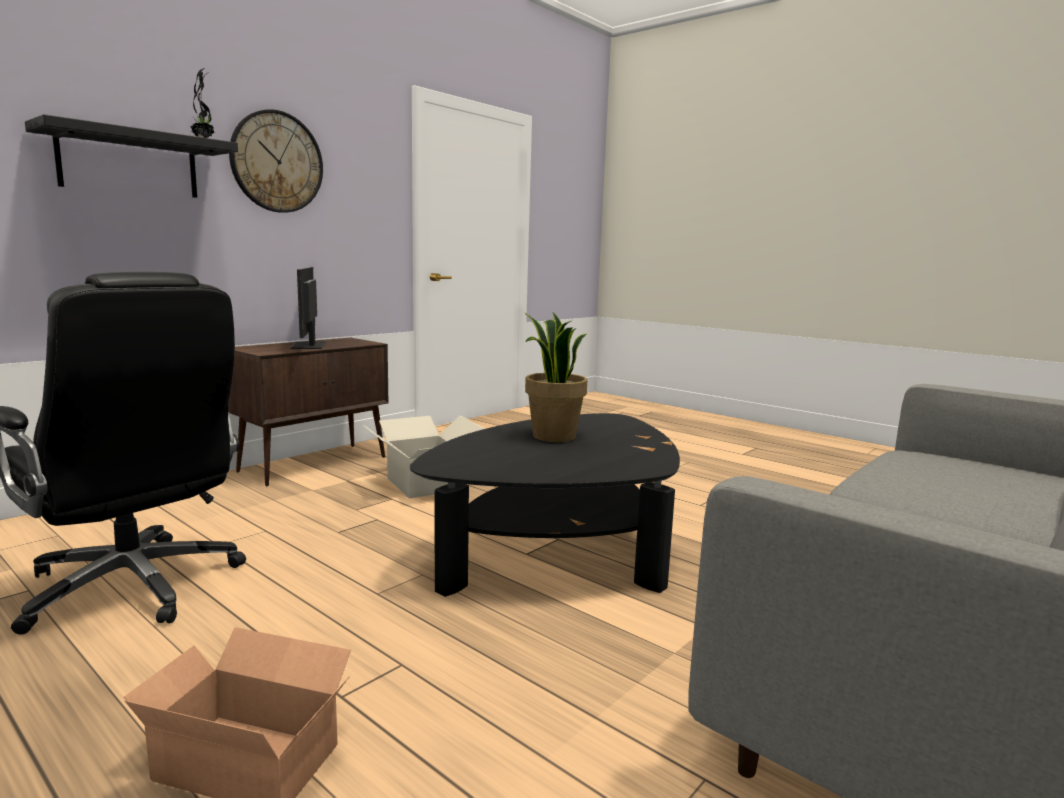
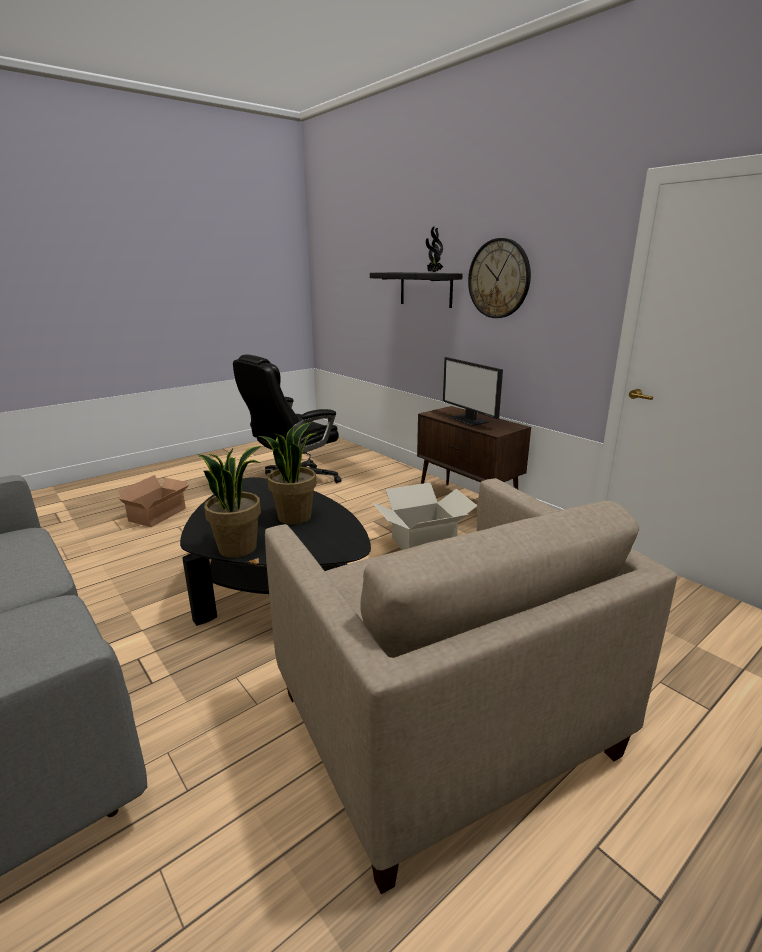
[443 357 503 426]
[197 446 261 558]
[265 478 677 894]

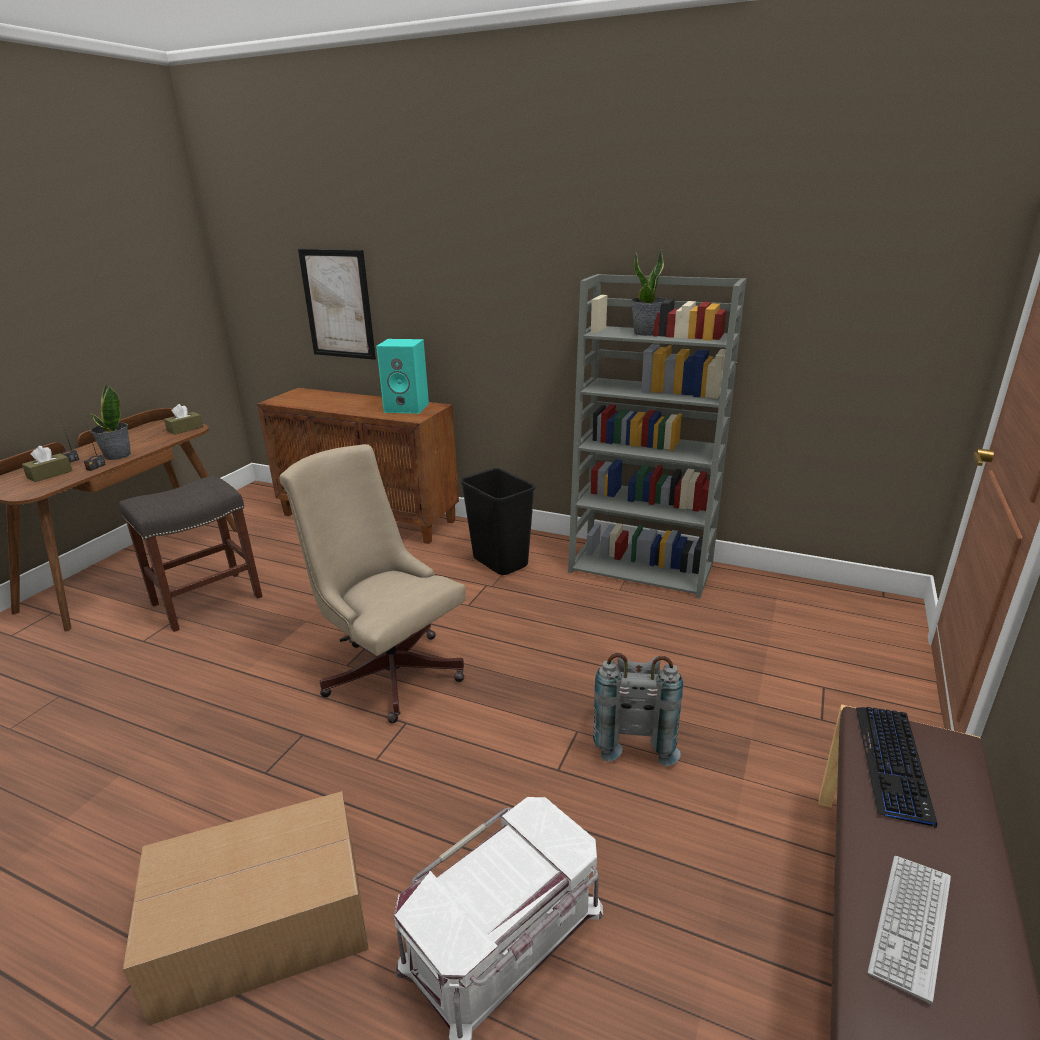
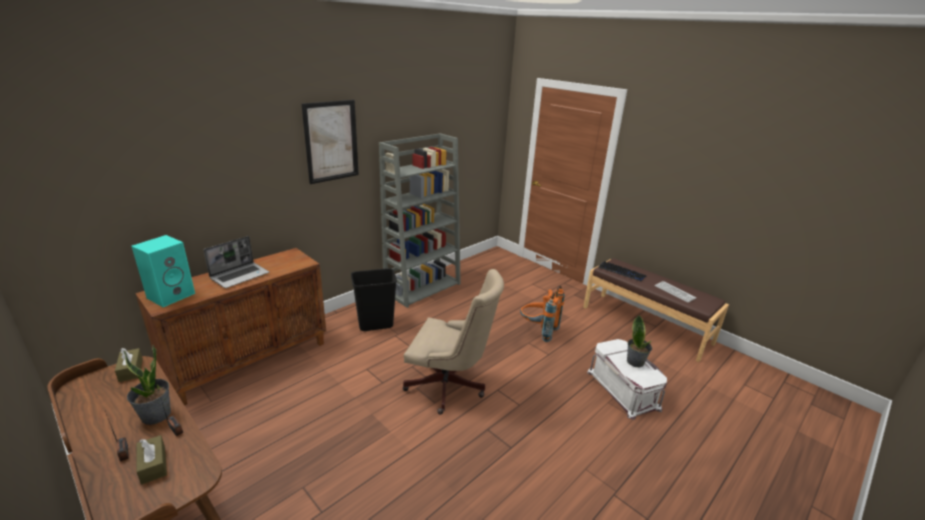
[301 100 359 184]
[627 315 652 367]
[131 235 195 307]
[403 269 504 415]
[119 476 263 632] (first image)
[520 286 565 342]
[123 791 369 1026] (first image)
[204 236 269 288]

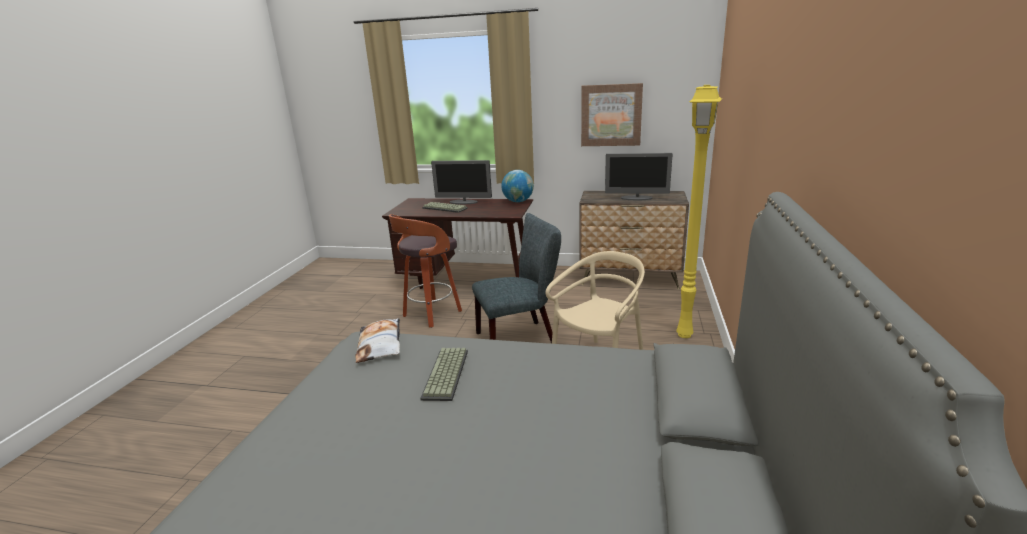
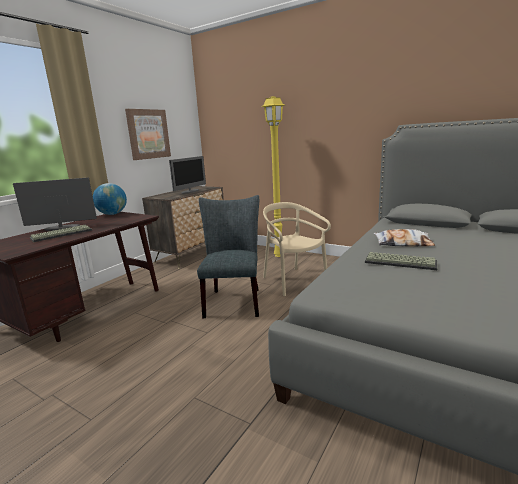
[13 178 97 231]
[389 214 462 328] (first image)
[374 229 435 247]

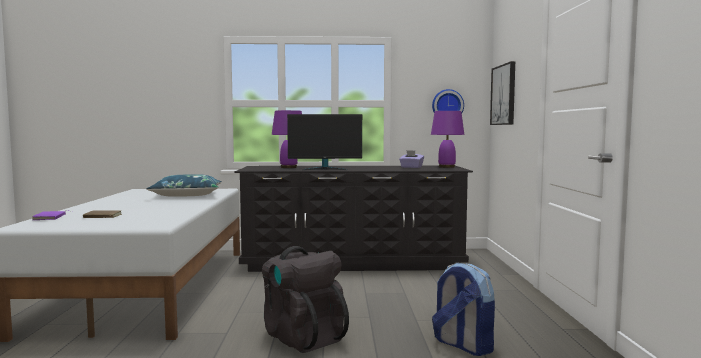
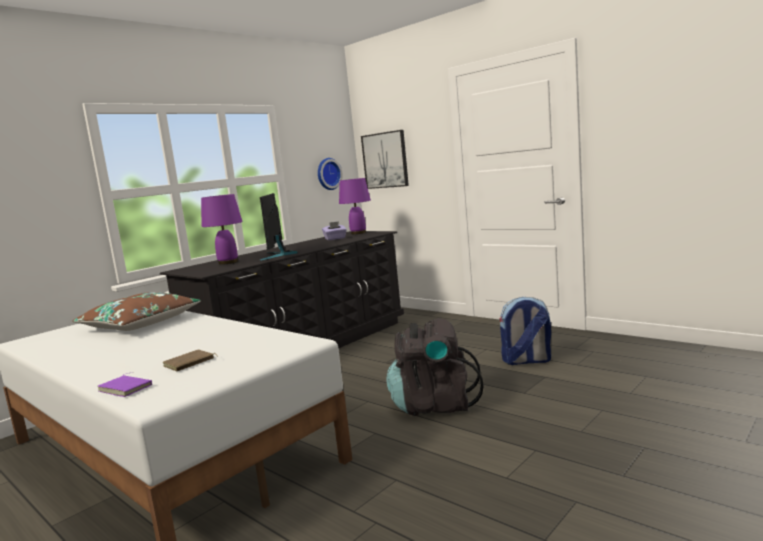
[259 193 298 261]
[72 292 201 331]

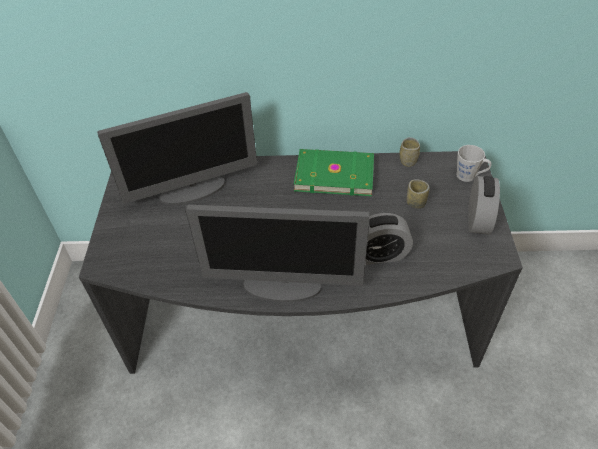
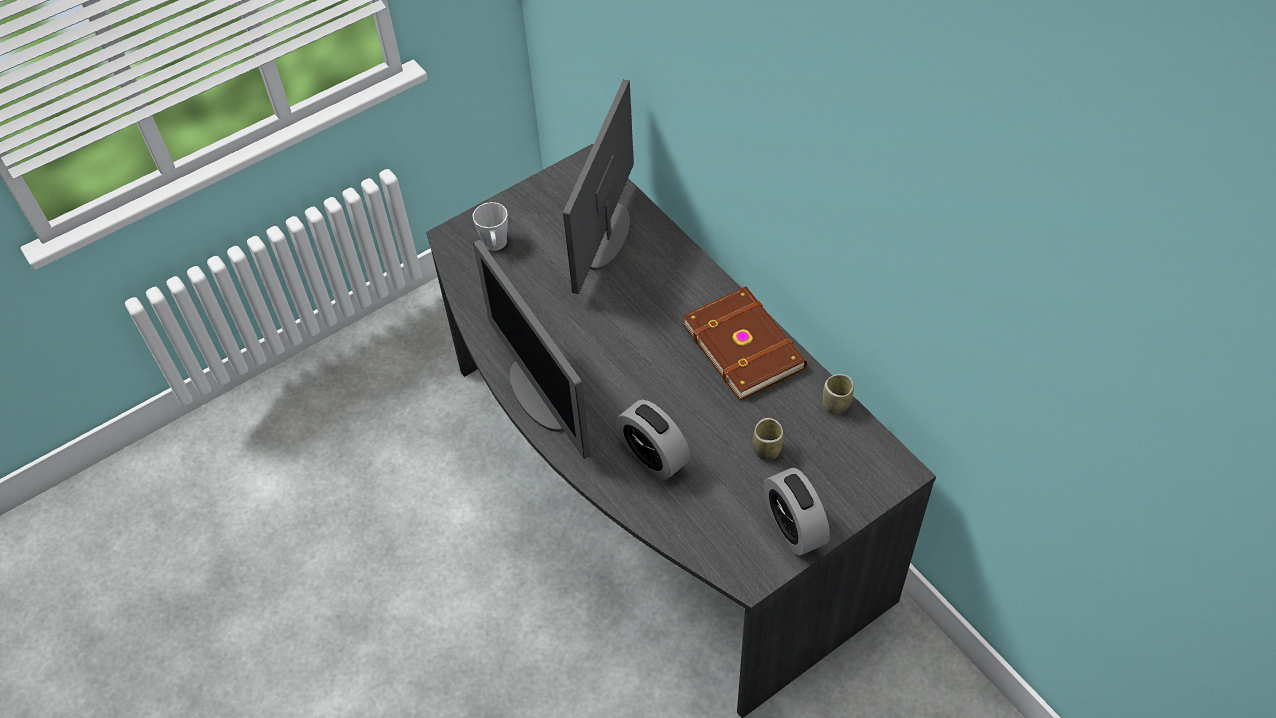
[563 80 634 294]
[473 202 508 251]
[683 287 807 401]
[764 468 830 556]

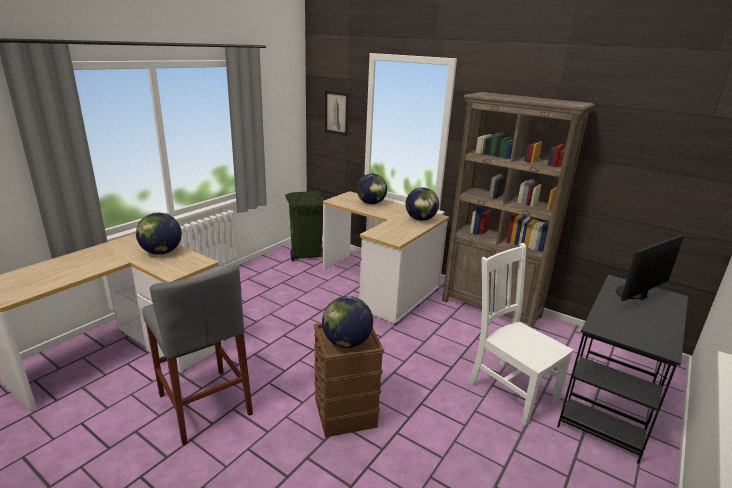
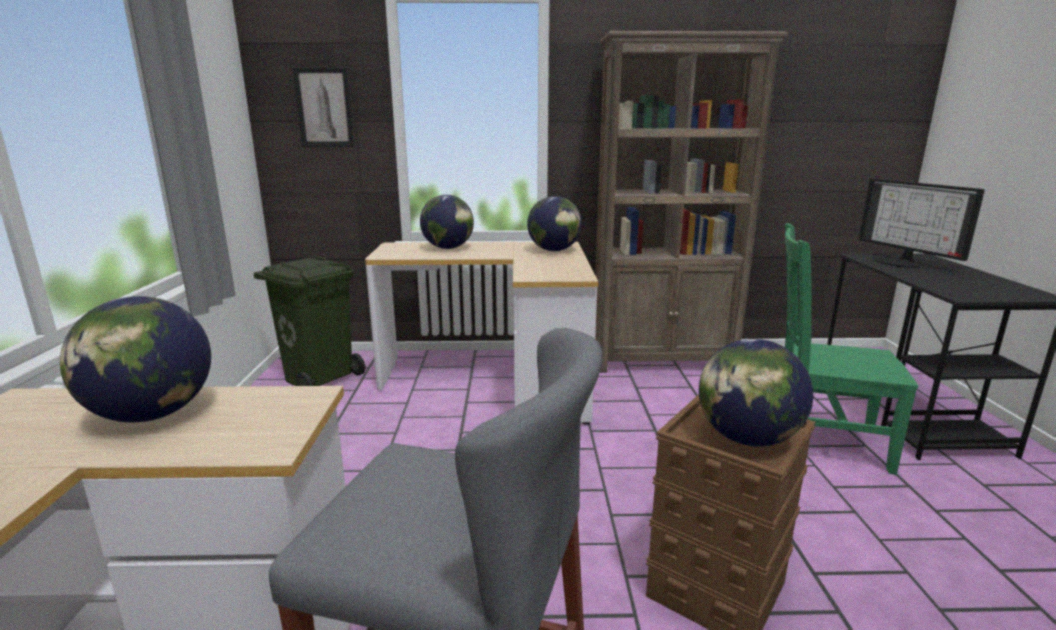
[859 179 985 268]
[785 223 918 475]

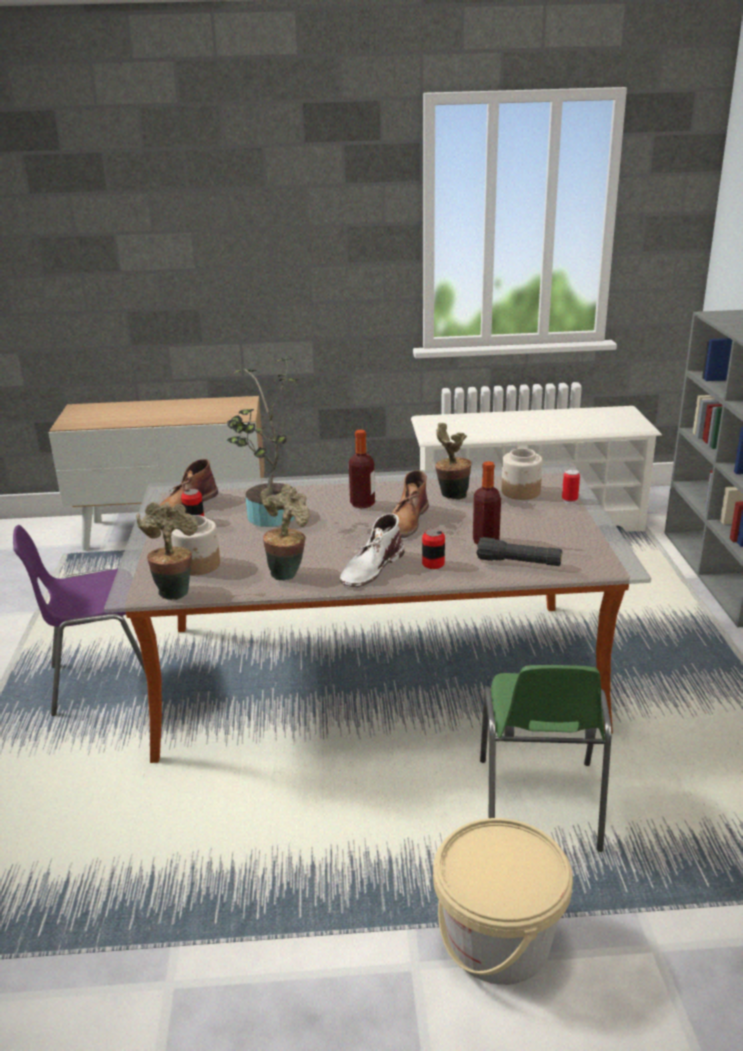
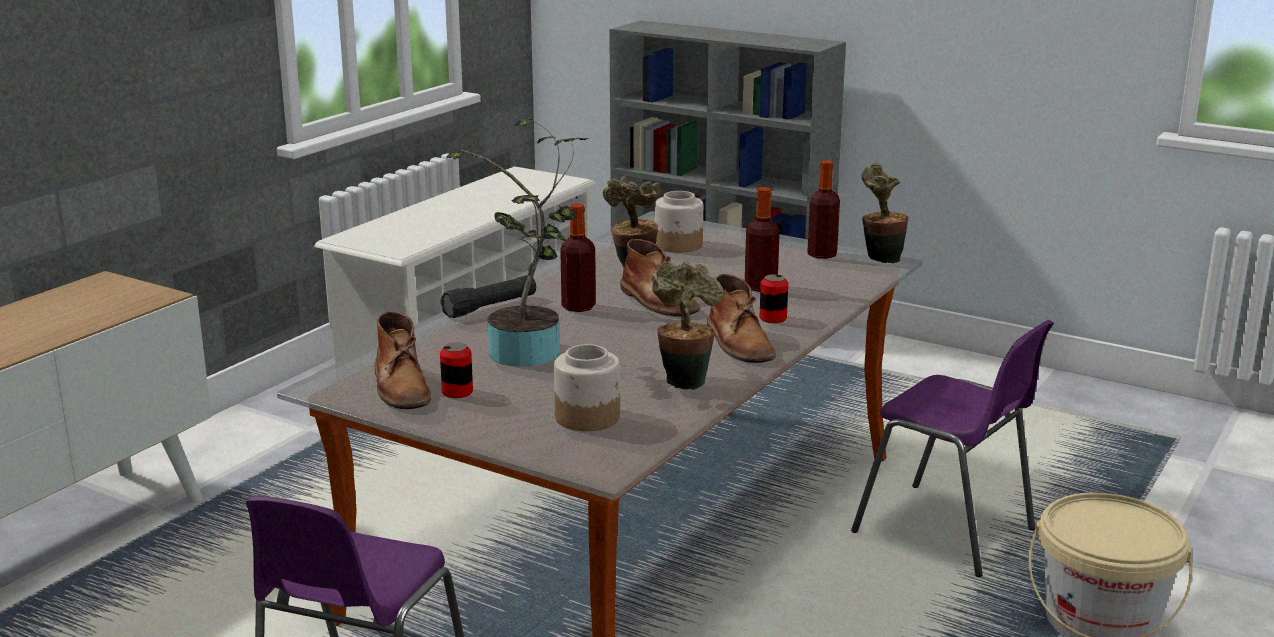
[562 469 580 504] (first image)
[862 163 909 264]
[707 274 776 363]
[440 275 536 318]
[851 320 1054 577]
[807 160 840 259]

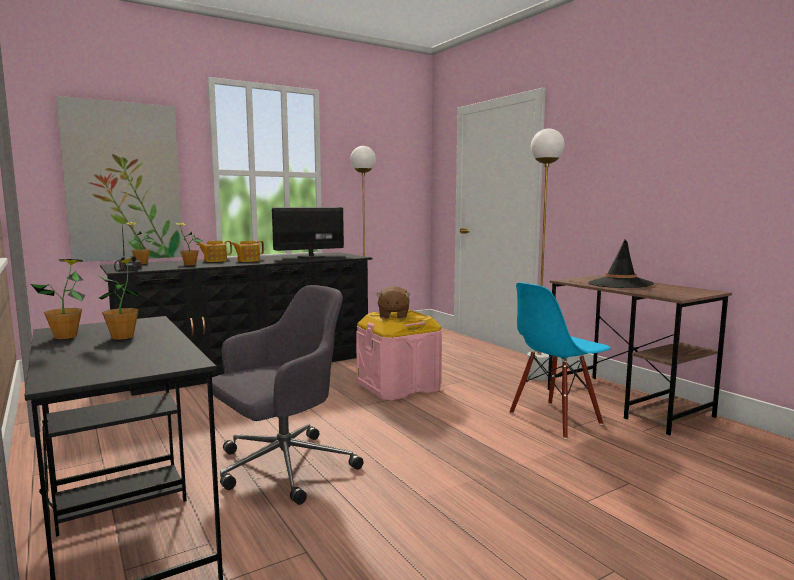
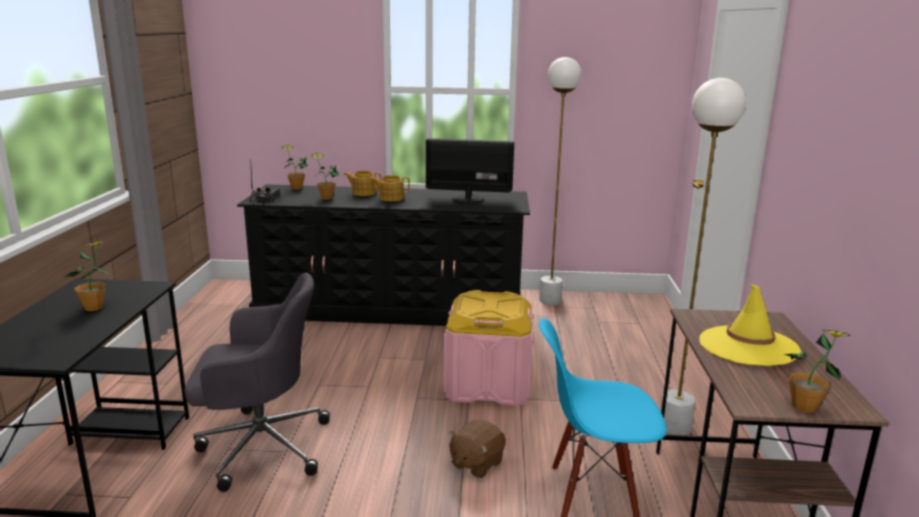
[56 96 184 262] (first image)
[699 284 801 366]
[784 330 851 413]
[448 420 506 478]

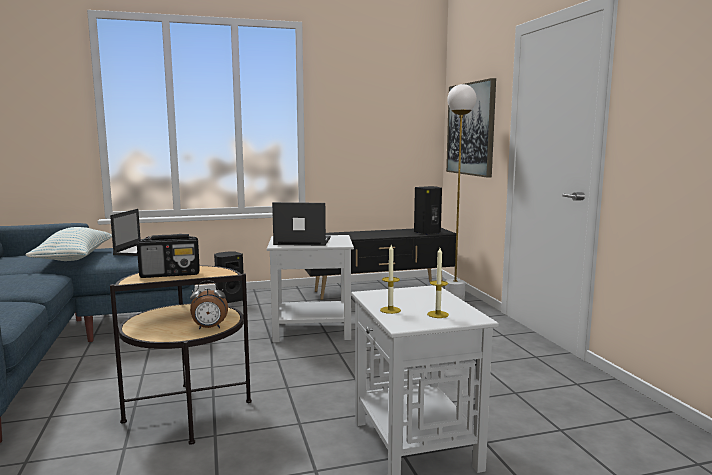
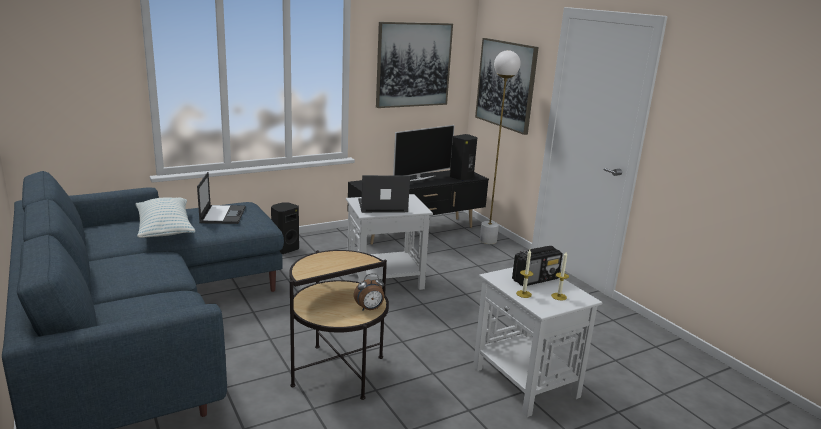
[512 246 563 286]
[376 22 453 108]
[393 125 455 181]

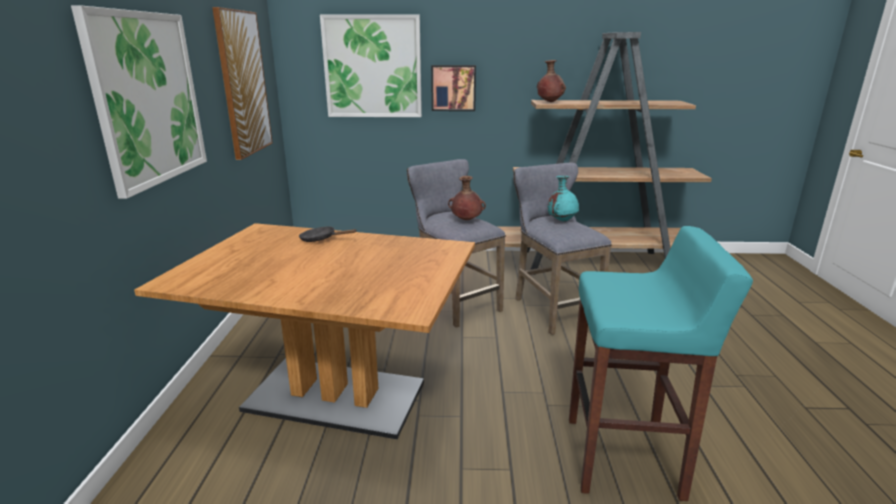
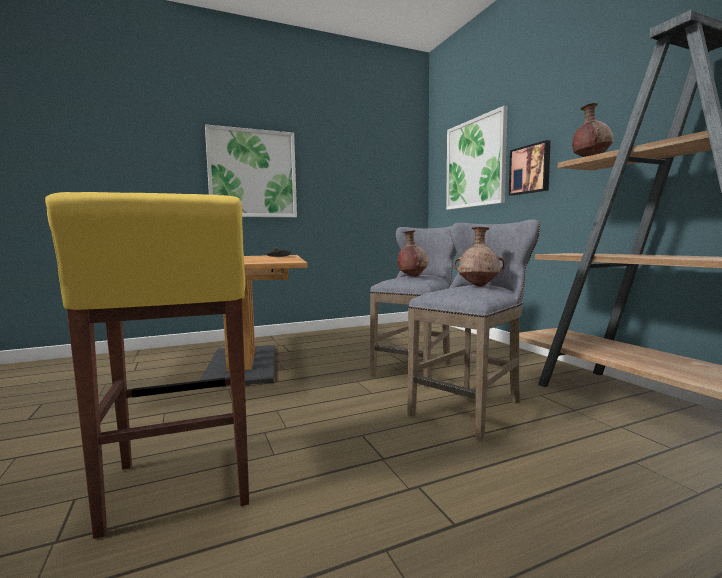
[212 7 273 160] (first image)
[454 227 505 287]
[45 192 249 539]

